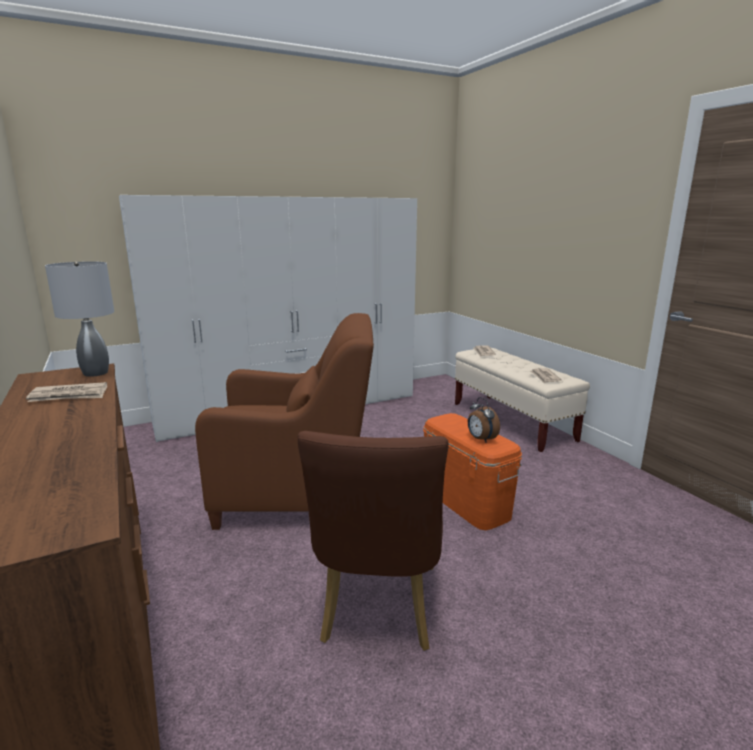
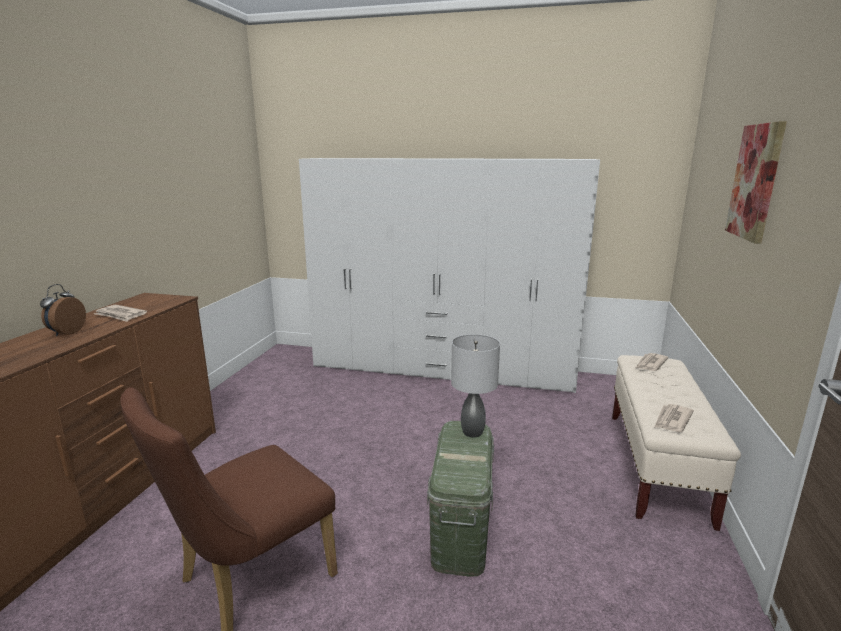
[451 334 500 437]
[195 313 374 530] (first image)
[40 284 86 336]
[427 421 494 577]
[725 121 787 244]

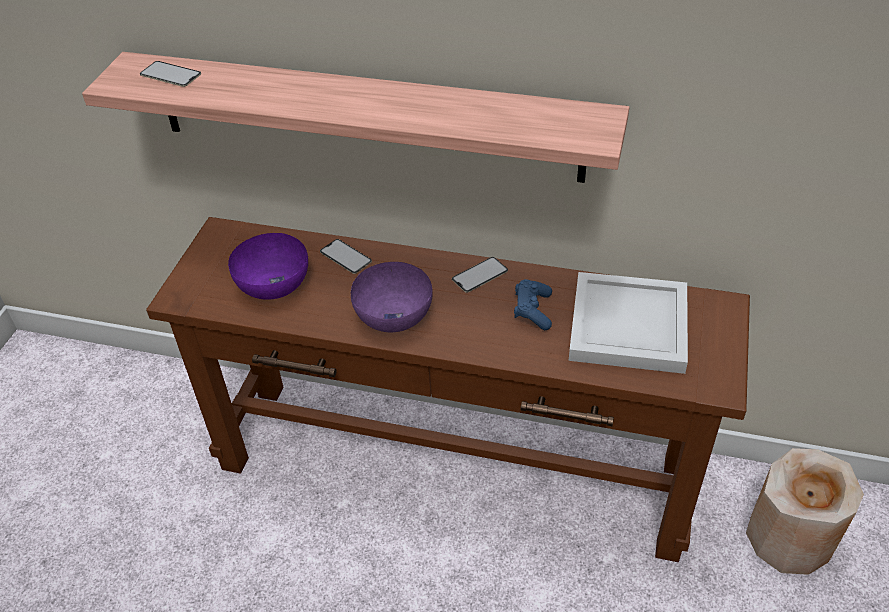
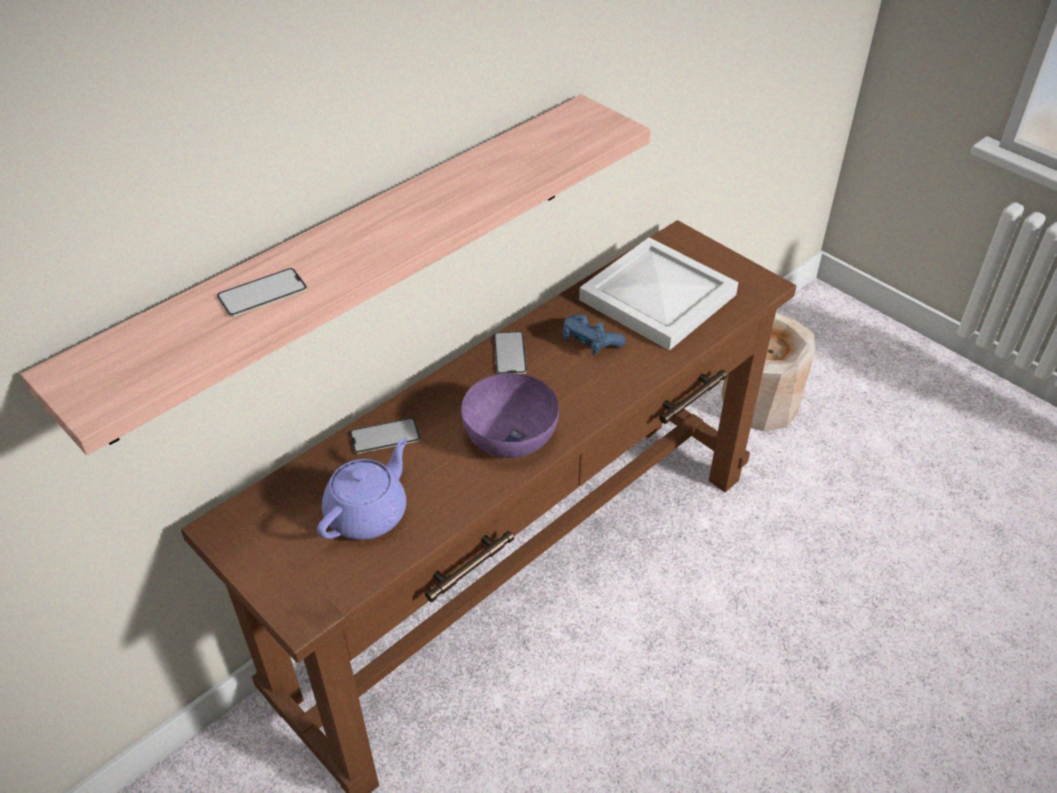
[217 268 307 317]
[317 438 408 540]

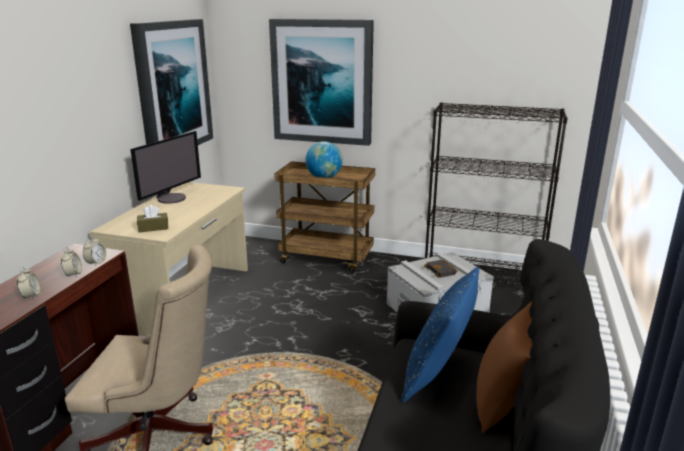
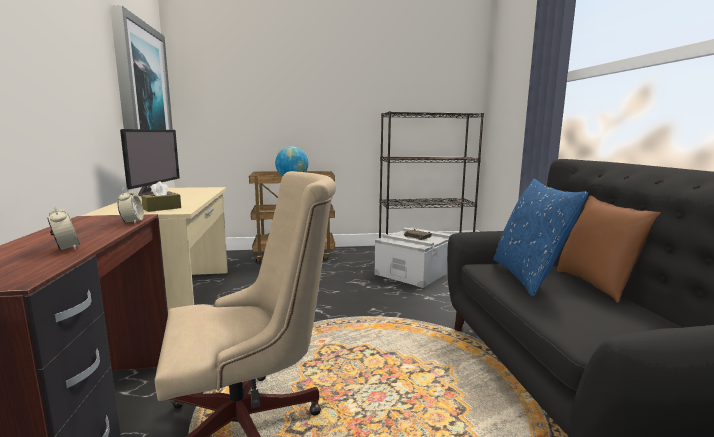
[269 19 374 146] (first image)
[61 247 82 278] (first image)

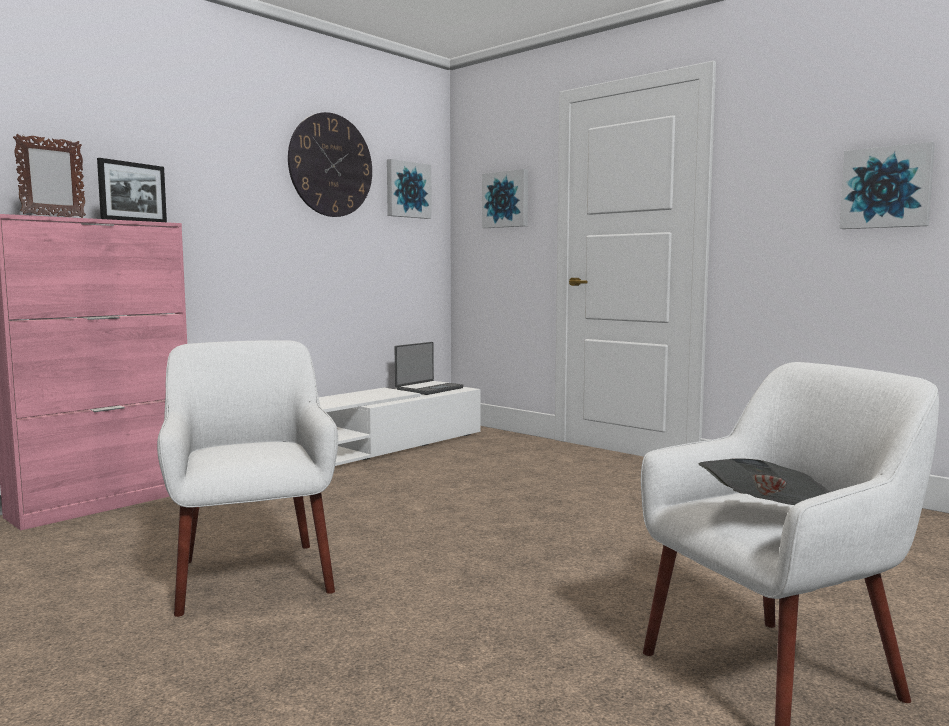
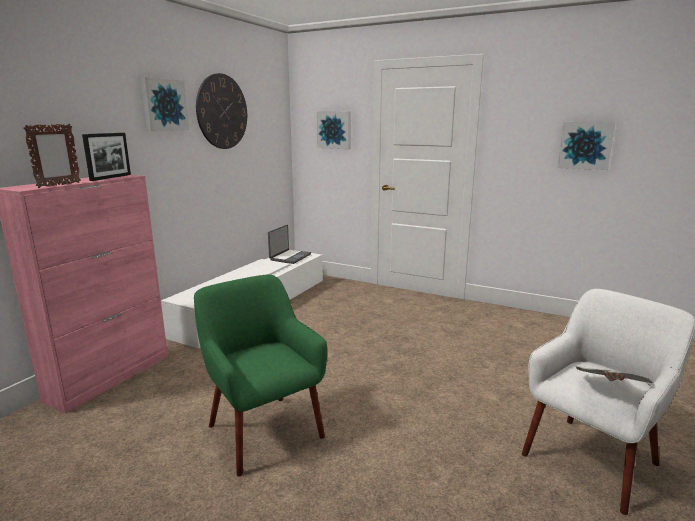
[140 77 189 131]
[194 275 328 476]

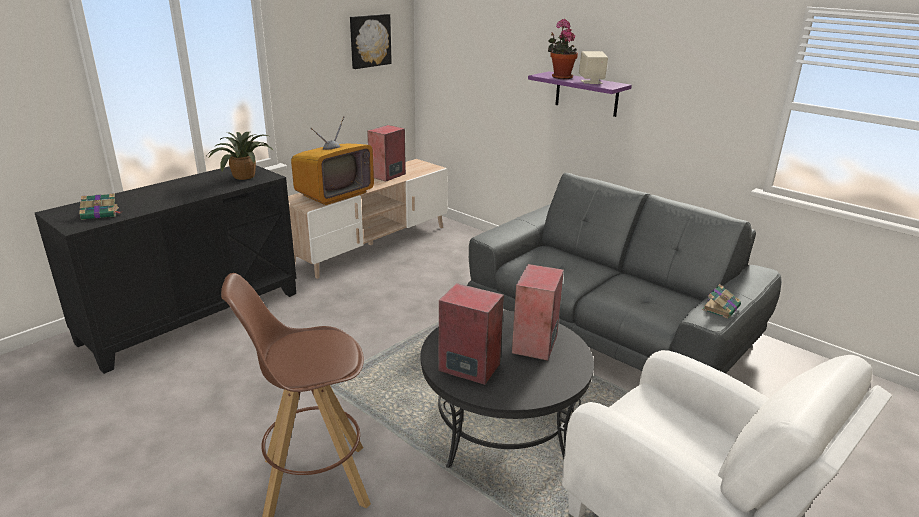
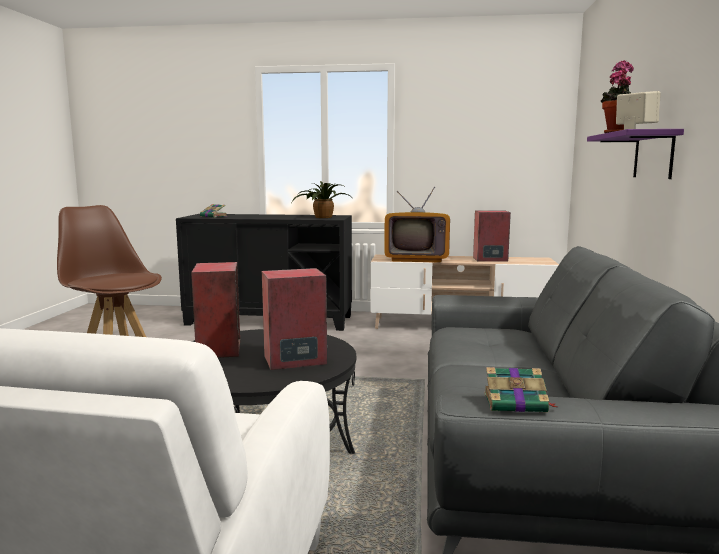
[350 14 392 69] (first image)

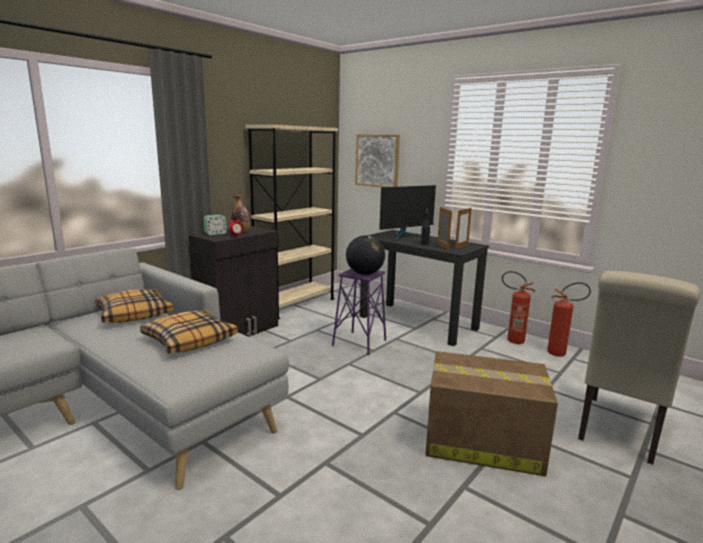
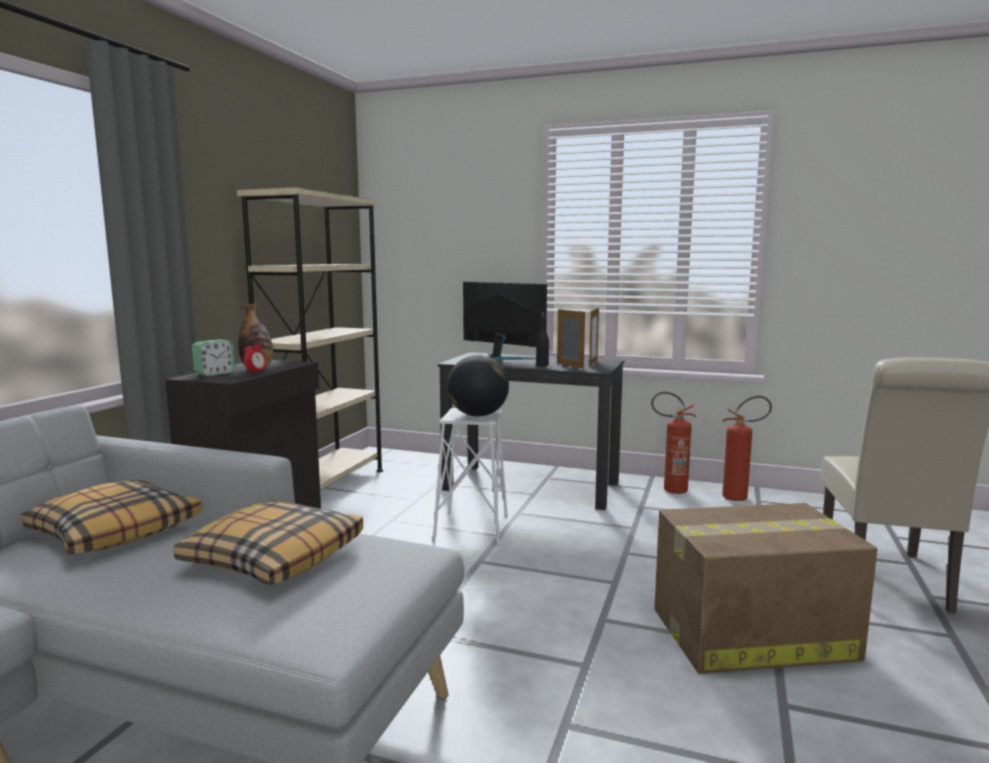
[355 134 400 187] (first image)
[463 282 547 361]
[433 408 508 543]

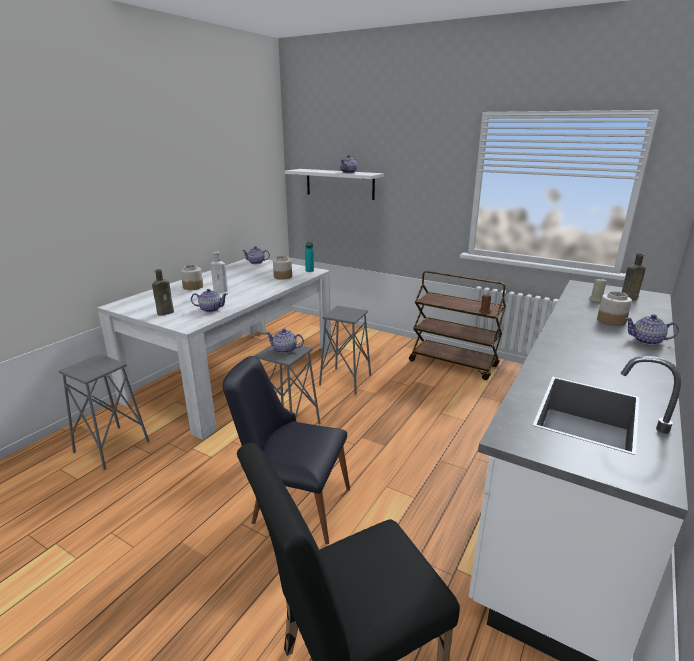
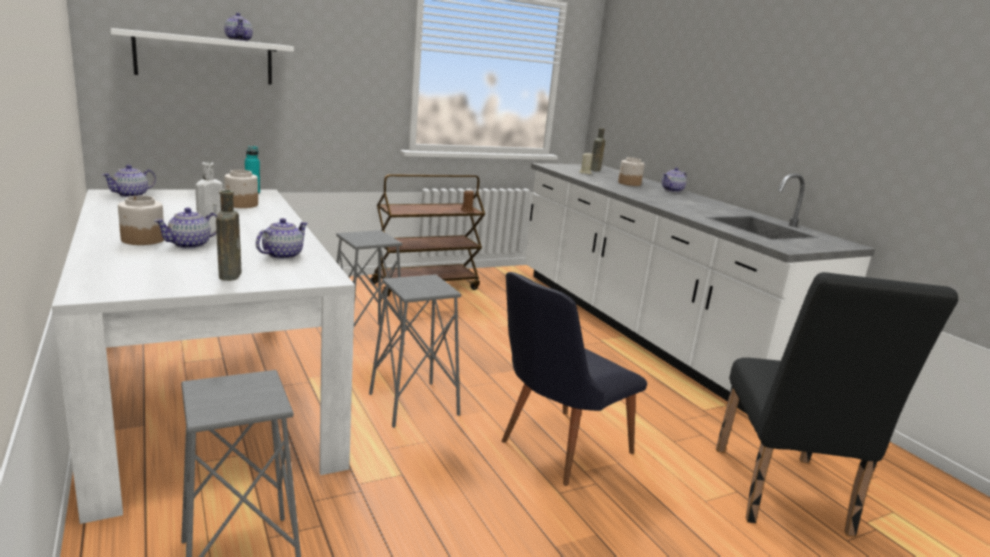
[154 208 217 249]

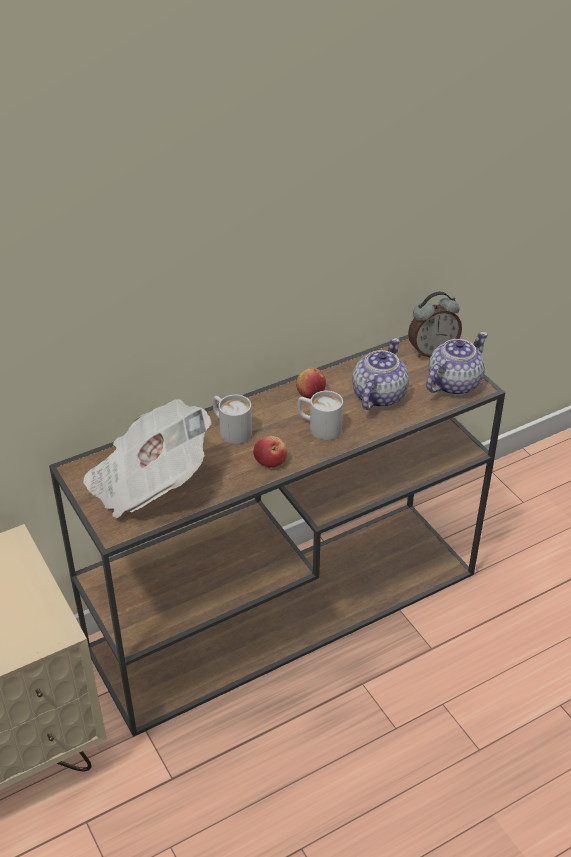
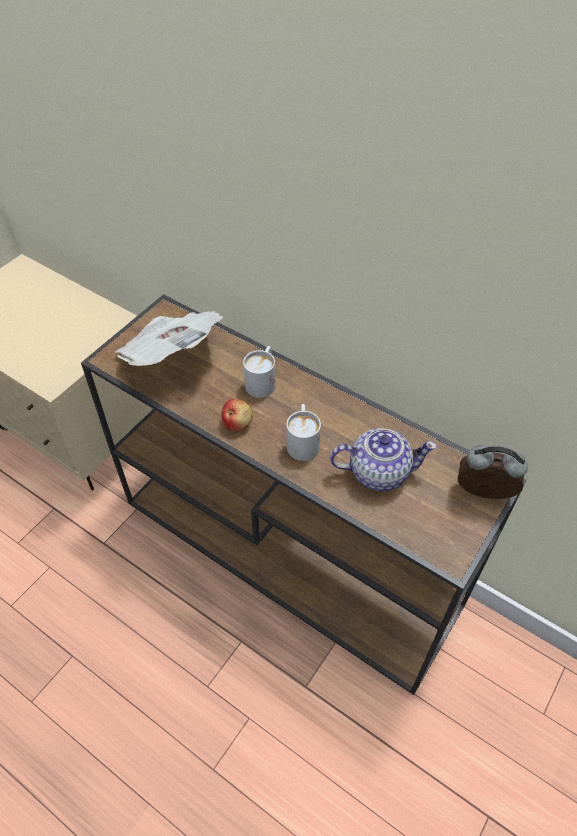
[458 445 528 499]
[426 331 488 395] (first image)
[296 368 326 398] (first image)

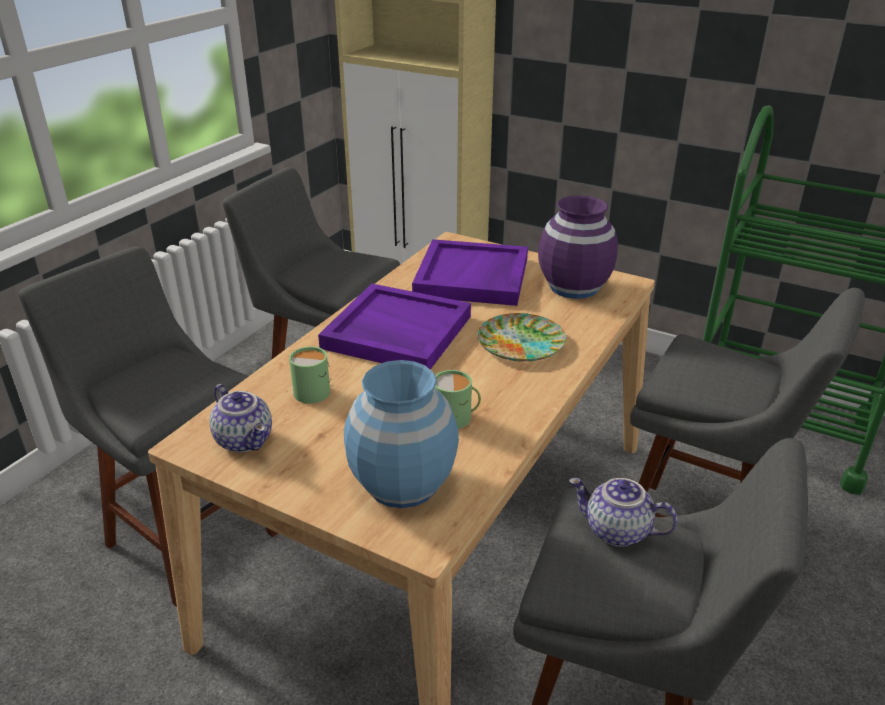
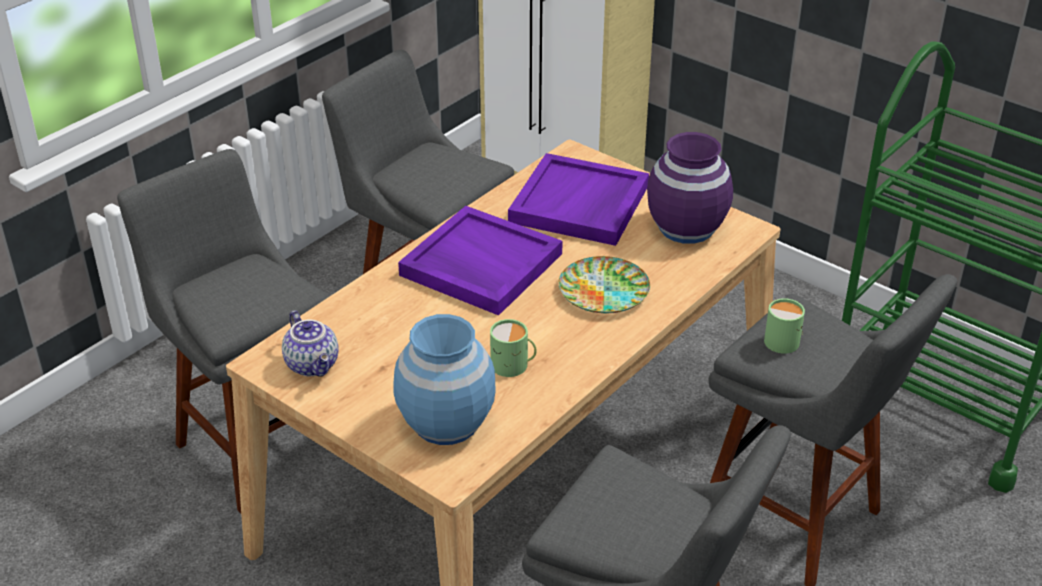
[764 298 805 354]
[569 478 678 547] (first image)

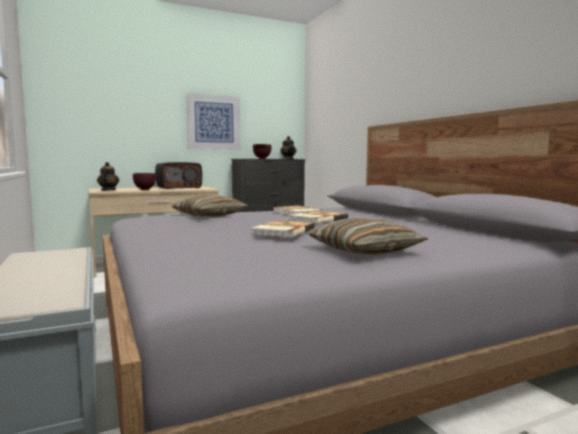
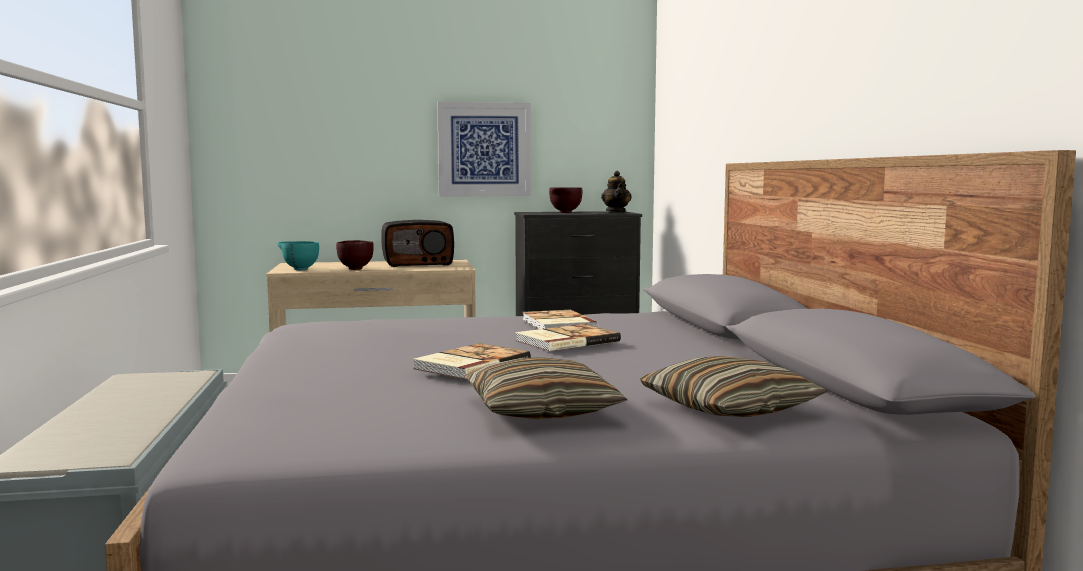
[277 241 319 270]
[640 356 828 417]

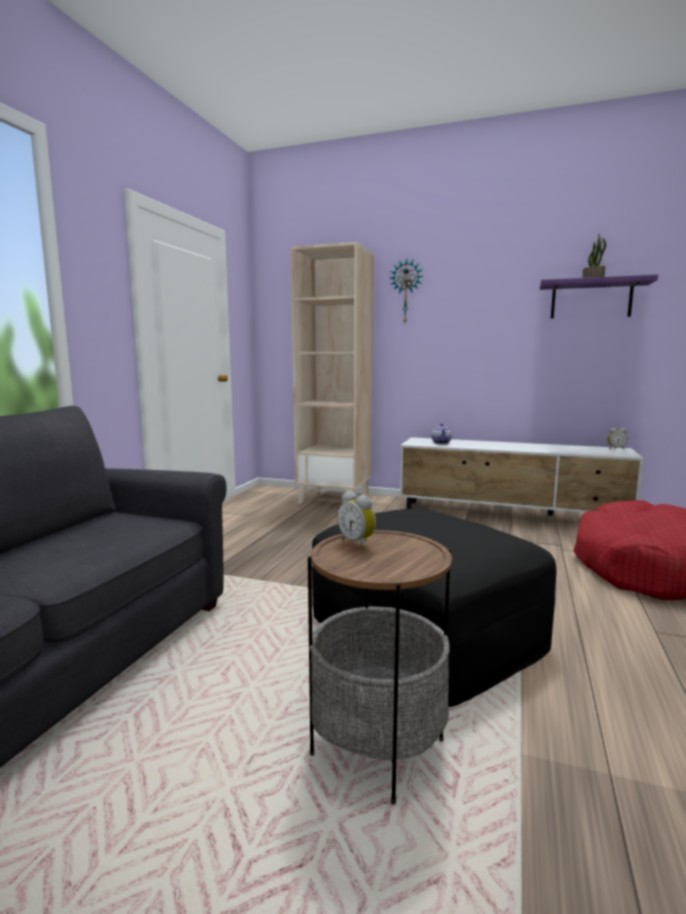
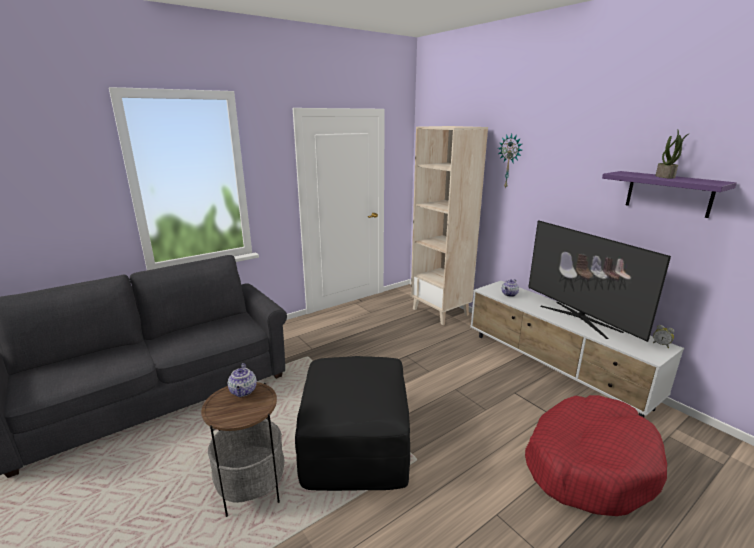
[228 363 257 397]
[528 220 671 342]

